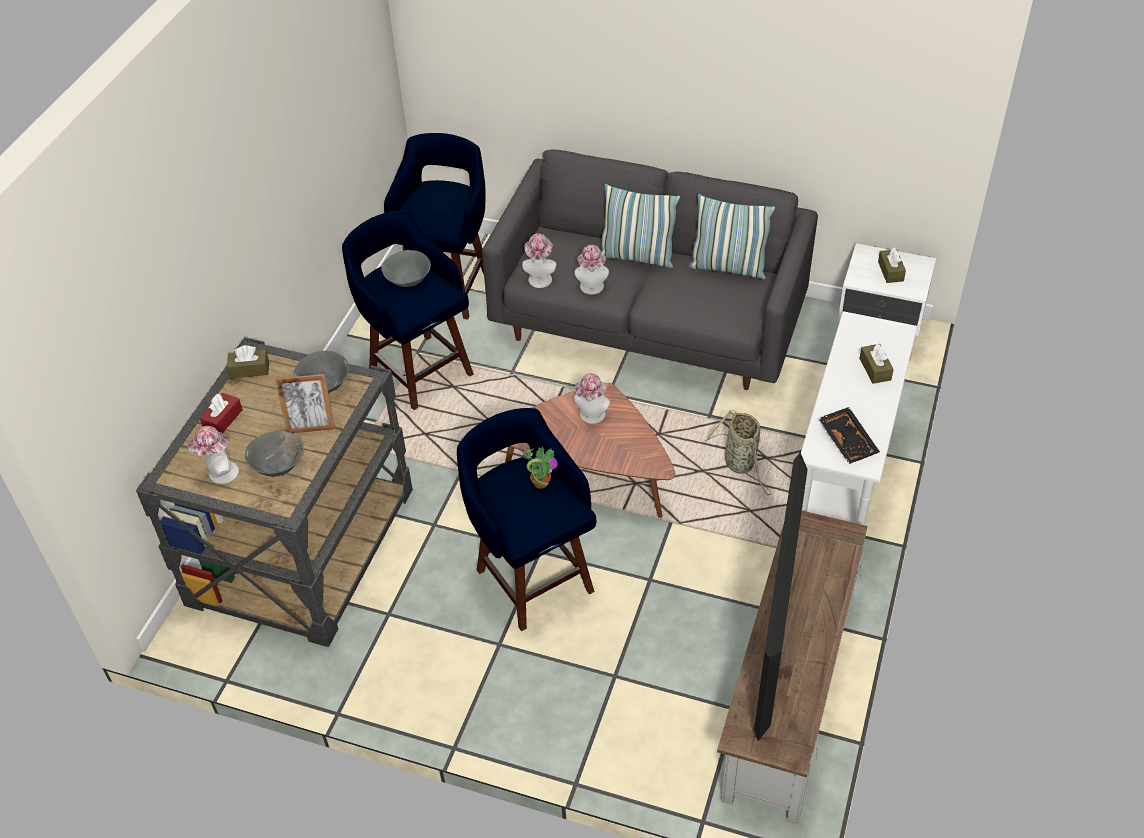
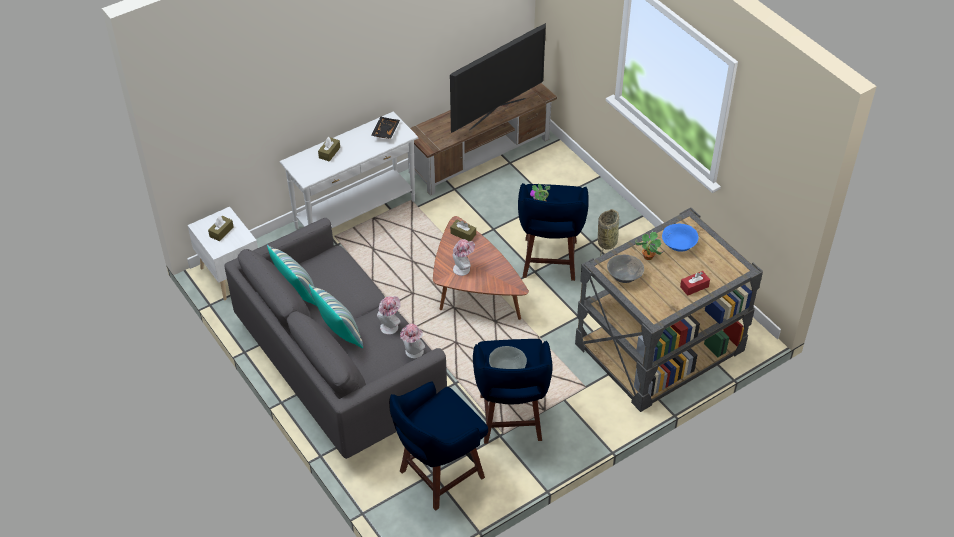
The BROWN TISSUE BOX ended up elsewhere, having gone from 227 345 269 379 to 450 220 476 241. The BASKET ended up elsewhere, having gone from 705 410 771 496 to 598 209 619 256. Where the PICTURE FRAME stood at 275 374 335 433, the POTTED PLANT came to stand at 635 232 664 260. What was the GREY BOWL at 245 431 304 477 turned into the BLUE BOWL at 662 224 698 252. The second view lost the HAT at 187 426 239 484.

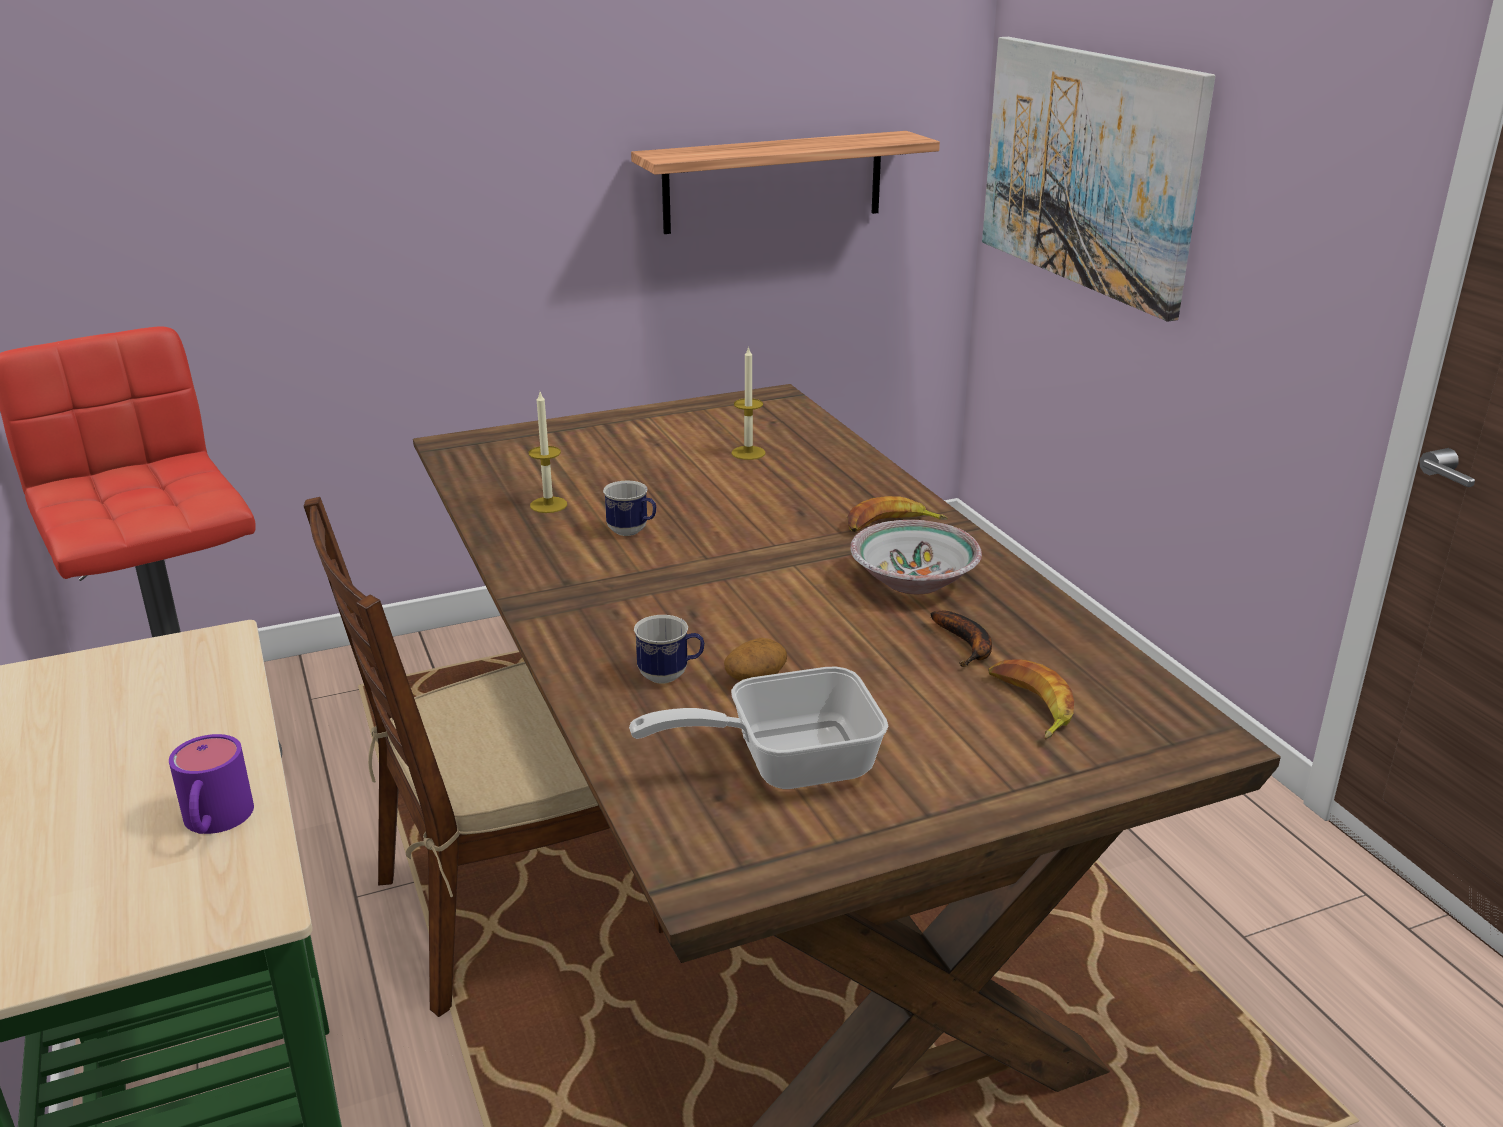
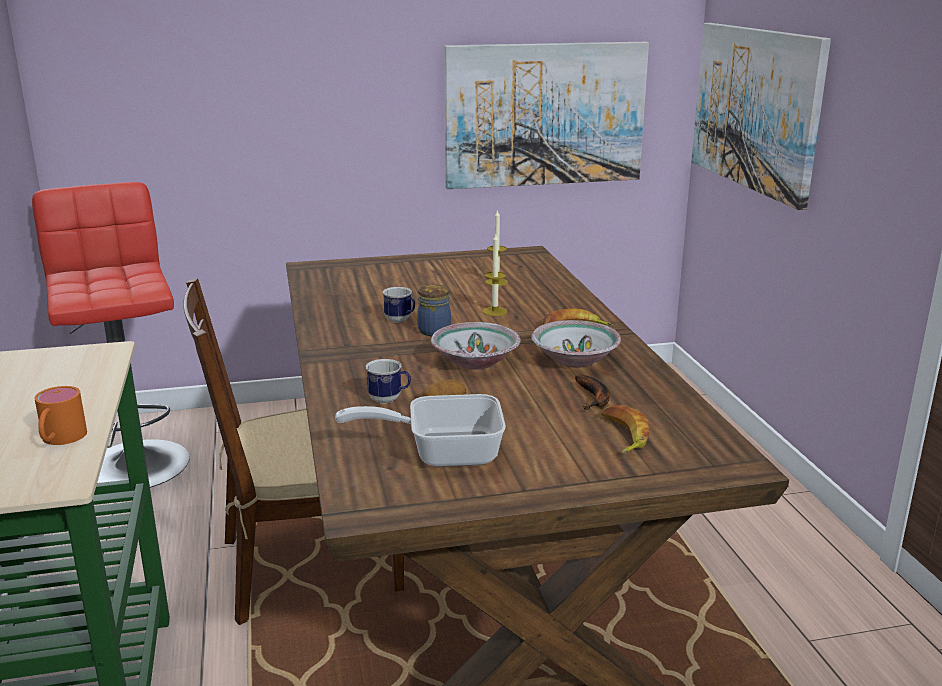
What was the PURPLE MUG at 169 734 254 834 turned into the ORANGE MUG at 34 386 87 445. The second view gained the JAR at 417 285 451 336. The second view gained the BOWL at 431 322 521 370. Where the SHELF hung at 631 131 940 234, the PICTURE came to hang at 444 42 649 189. The CANDLE ended up elsewhere, having gone from 529 392 567 513 to 483 234 507 316.

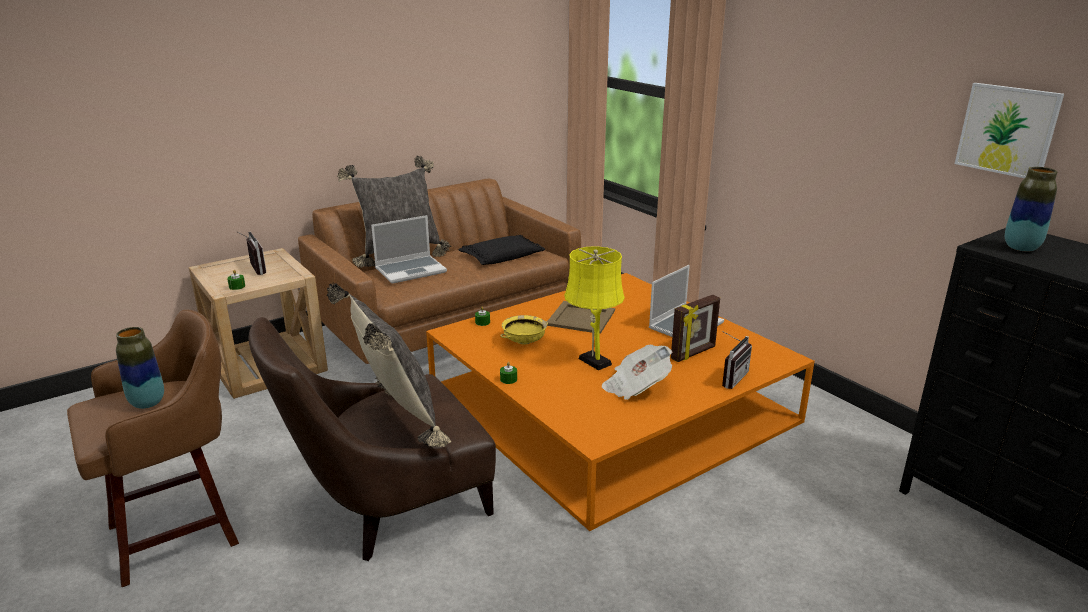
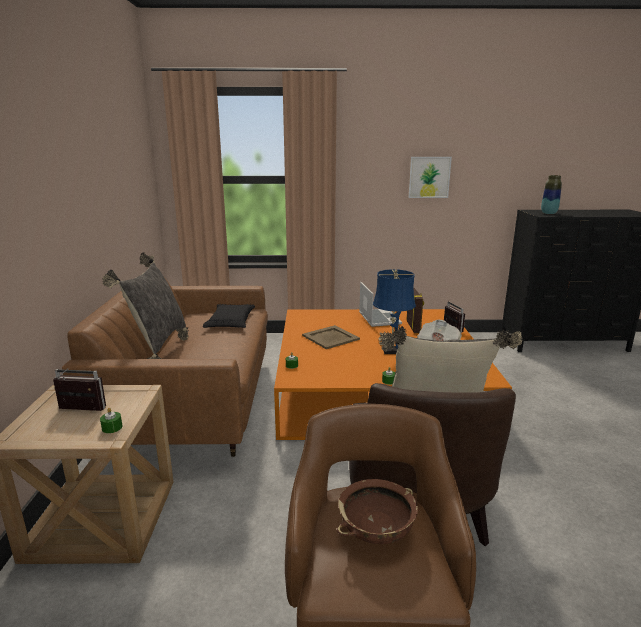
Where the VASE stood at 116 327 164 409, the BROWN BOWL came to stand at 337 479 418 544. What was the YELLOW TABLE LAMP at 564 246 625 370 turned into the BLUE TABLE LAMP at 373 269 416 354. The PICTURE ended up elsewhere, having gone from 955 83 1064 178 to 409 157 452 198. The second view lost the LAPTOP at 371 215 447 284. The second view lost the YELLOW BOWL at 500 315 548 345.

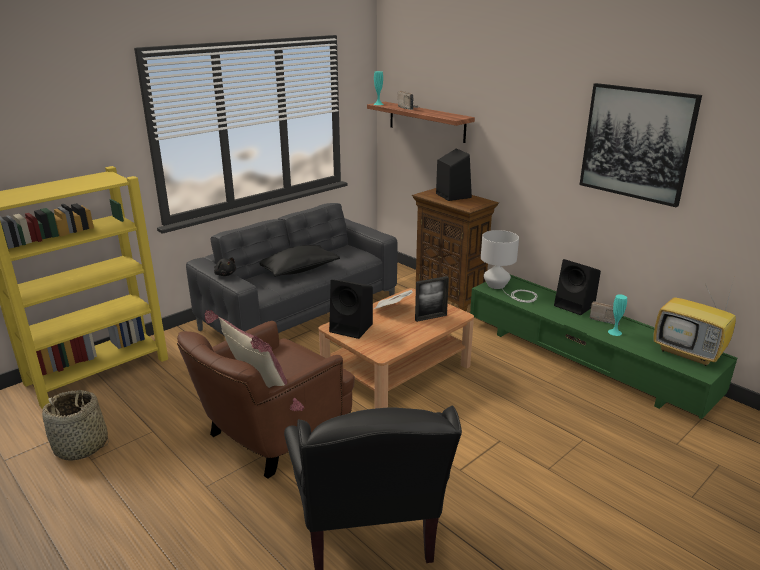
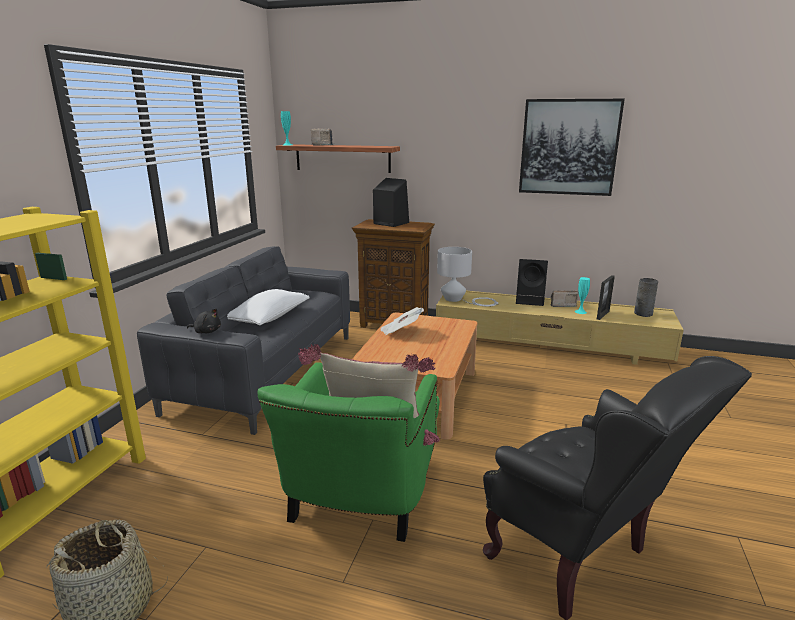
What was the BLACK PILLOW at 259 245 340 277 turned into the WHITE PILLOW at 227 289 310 325. What was the BROWN ARMCHAIR at 177 321 355 479 turned into the GREEN ARMCHAIR at 258 362 440 542. What was the GREEN TV STAND at 470 274 737 419 turned into the BEIGE TV STAND at 436 291 684 365. The PICTURE FRAME ended up elsewhere, having gone from 415 276 449 322 to 597 275 615 320. Where the TELEVISION stood at 653 279 736 366, the GREY VASE came to stand at 634 278 658 317. The second view lost the BLACK SPEAKER at 329 280 373 339.

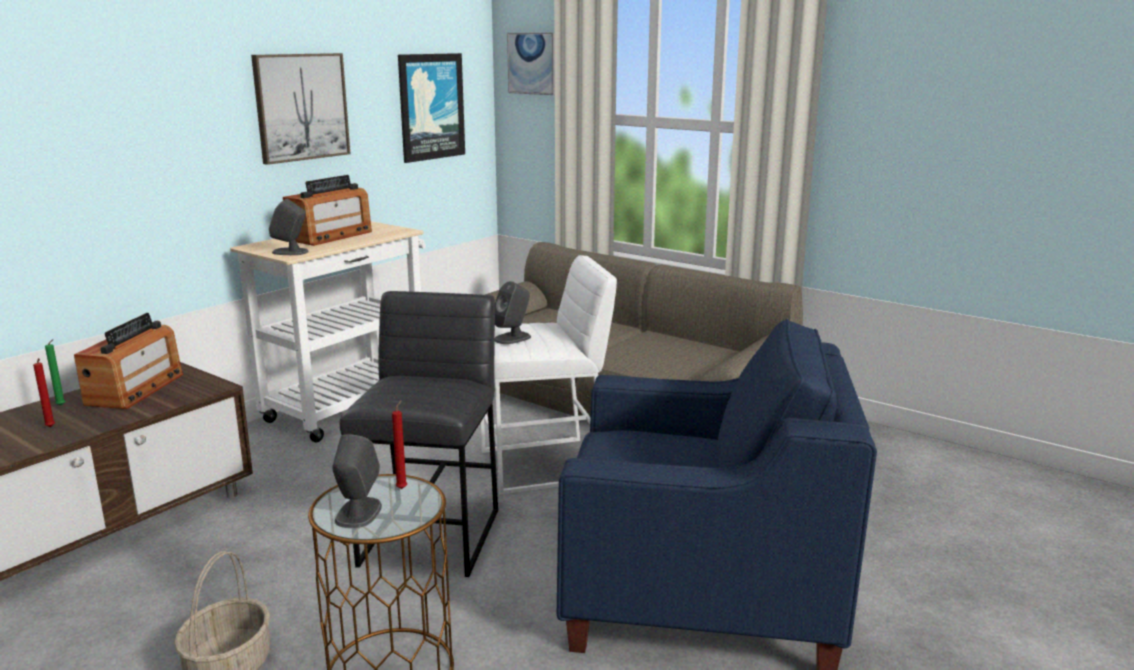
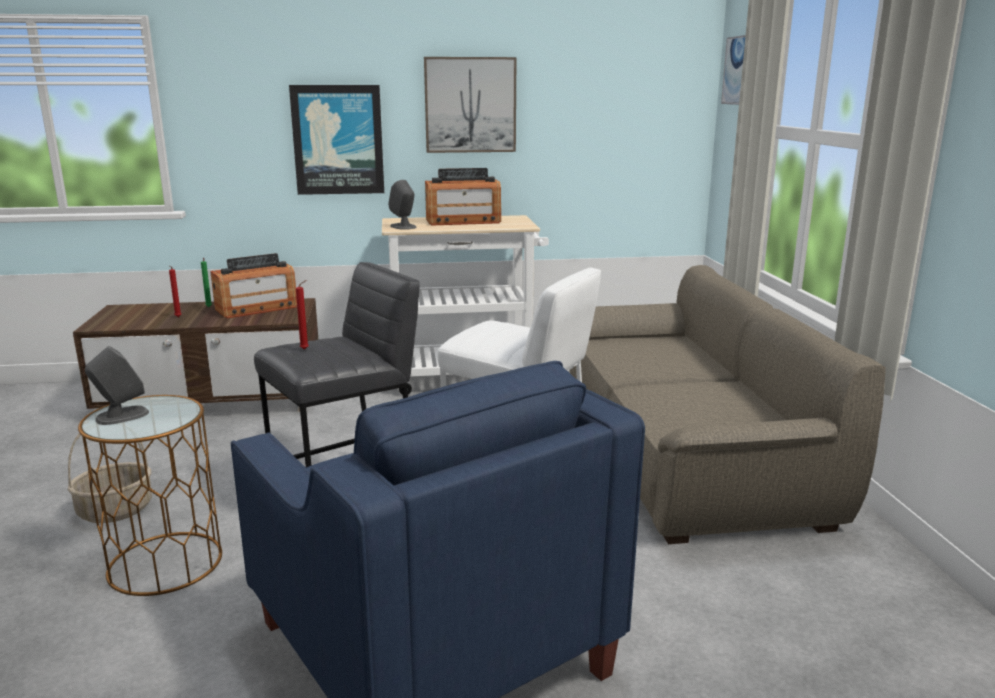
The PICTURE ended up elsewhere, having gone from 398 53 465 163 to 289 85 384 195. The RED CANDLE ended up elsewhere, having gone from 392 400 407 489 to 296 280 309 350. The second view lost the GREY SPEAKER at 494 281 531 344.

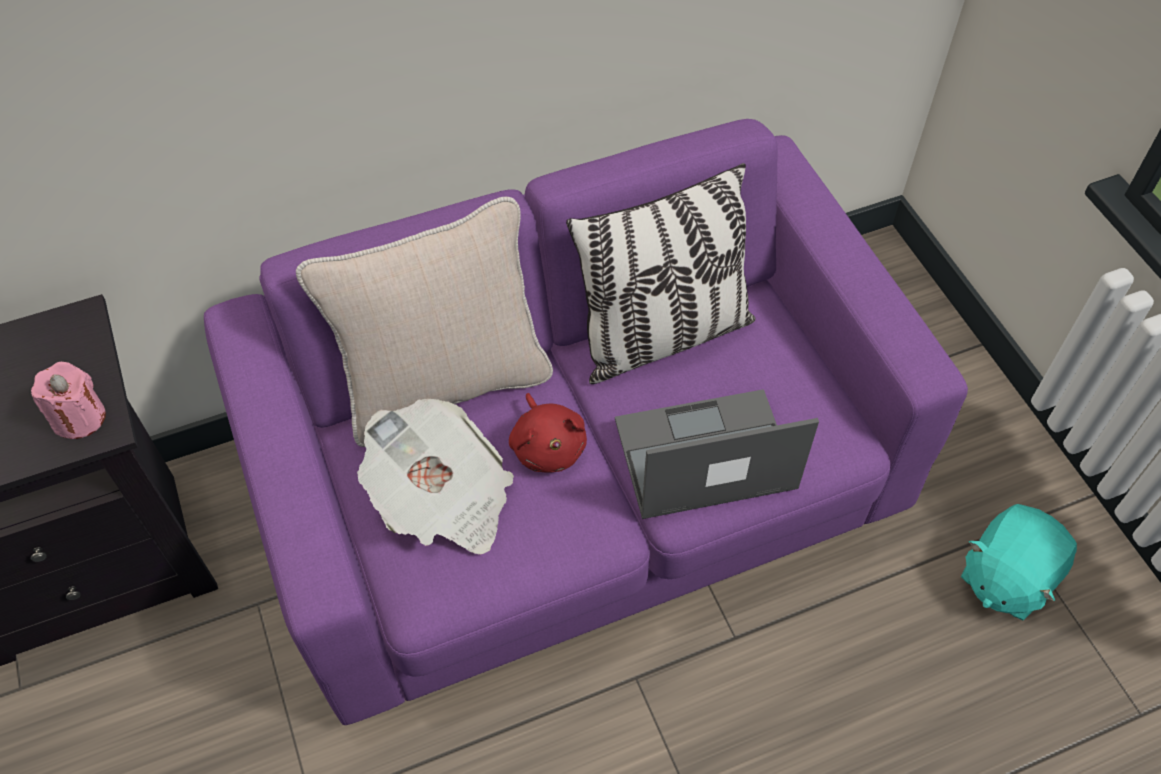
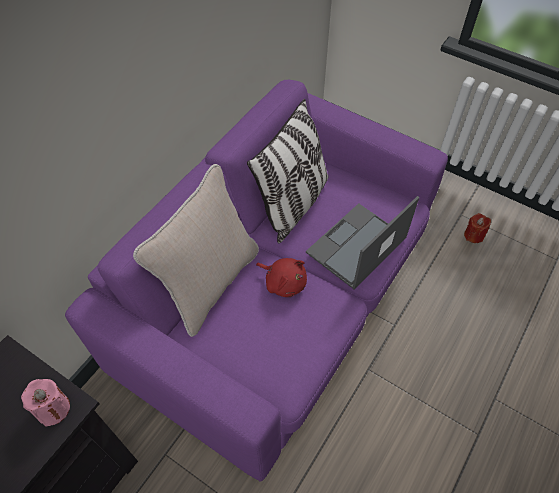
Where the TURQUOISE PLUSH TOY stood at 961 504 1077 620, the RED CANDLE came to stand at 464 213 491 243. The second view lost the NEWSPAPER at 357 399 514 555.

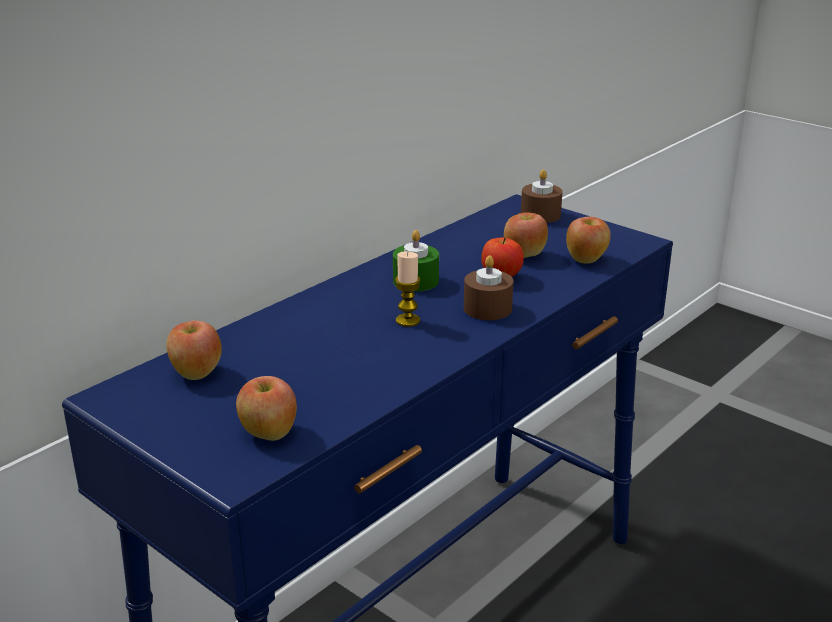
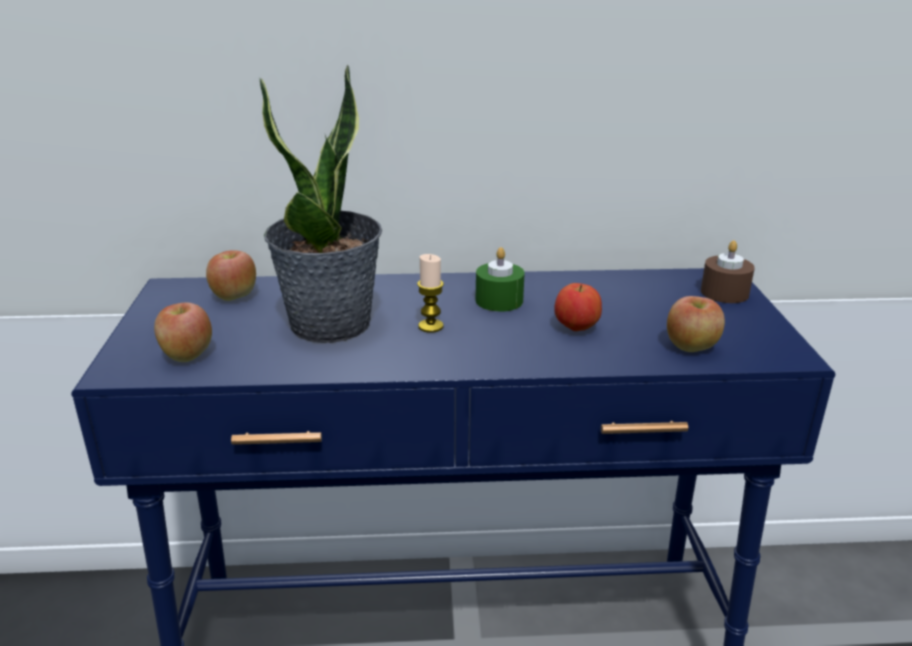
The second view gained the POTTED PLANT at 260 64 382 343. The second view lost the BROWN CANDLE at 464 255 514 320. The second view lost the APPLE at 504 212 548 258.

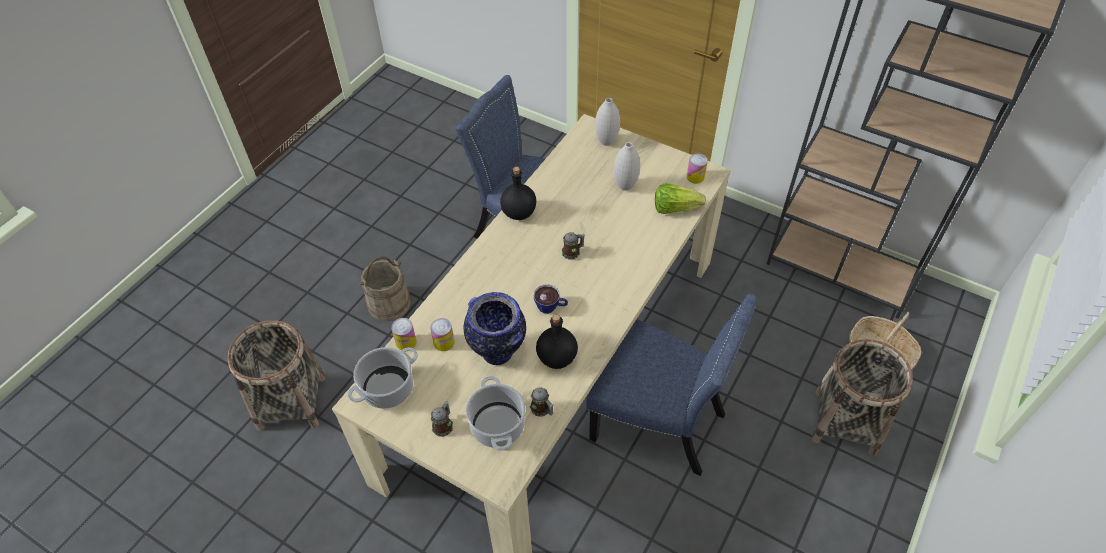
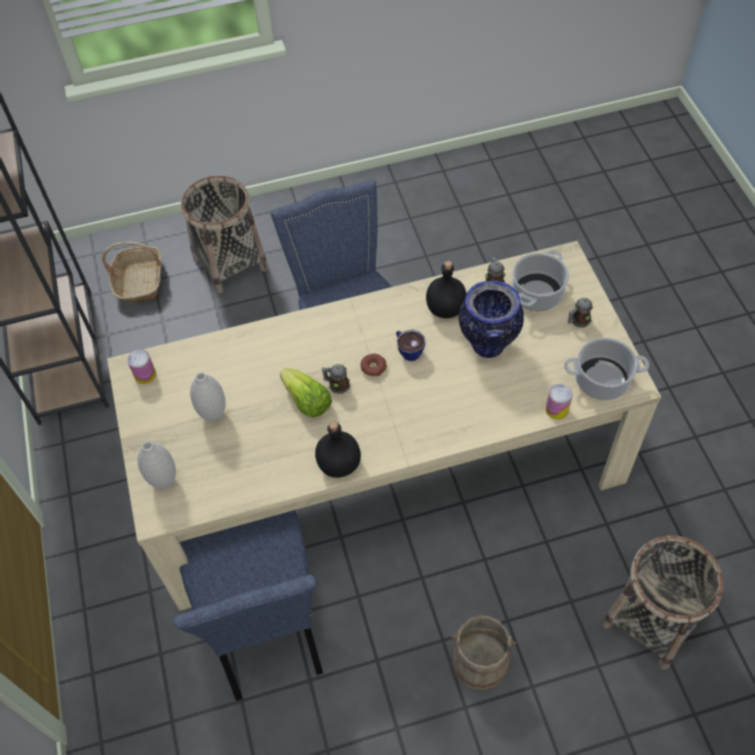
The LETTUCE ended up elsewhere, having gone from 655 183 706 214 to 280 368 332 418. The second view gained the DONUT at 360 354 387 376. The second view lost the CAN at 430 318 455 351.

